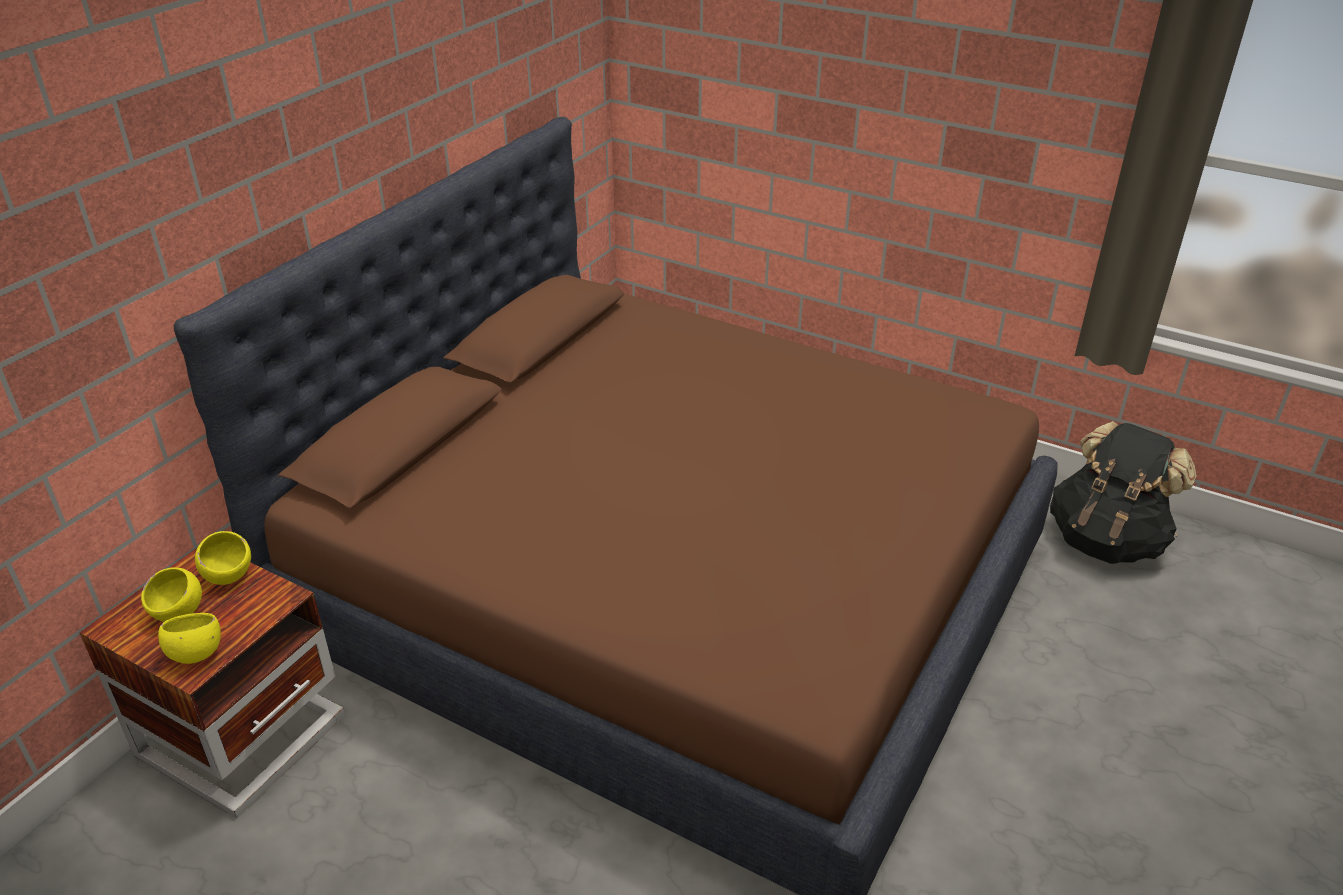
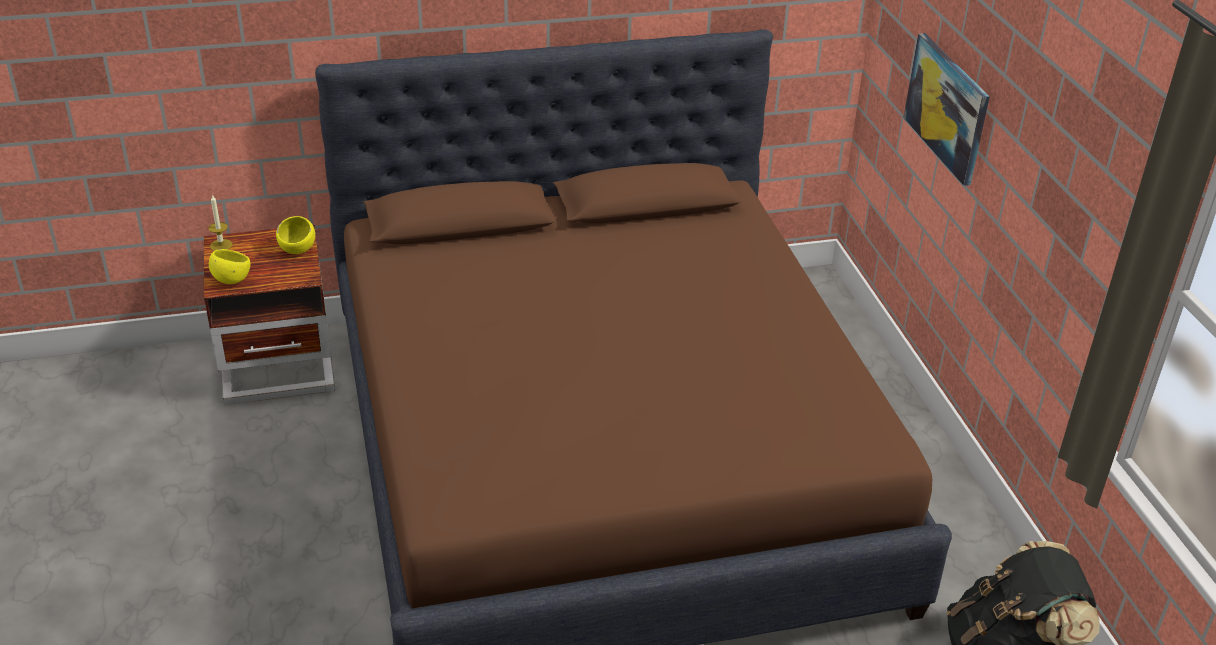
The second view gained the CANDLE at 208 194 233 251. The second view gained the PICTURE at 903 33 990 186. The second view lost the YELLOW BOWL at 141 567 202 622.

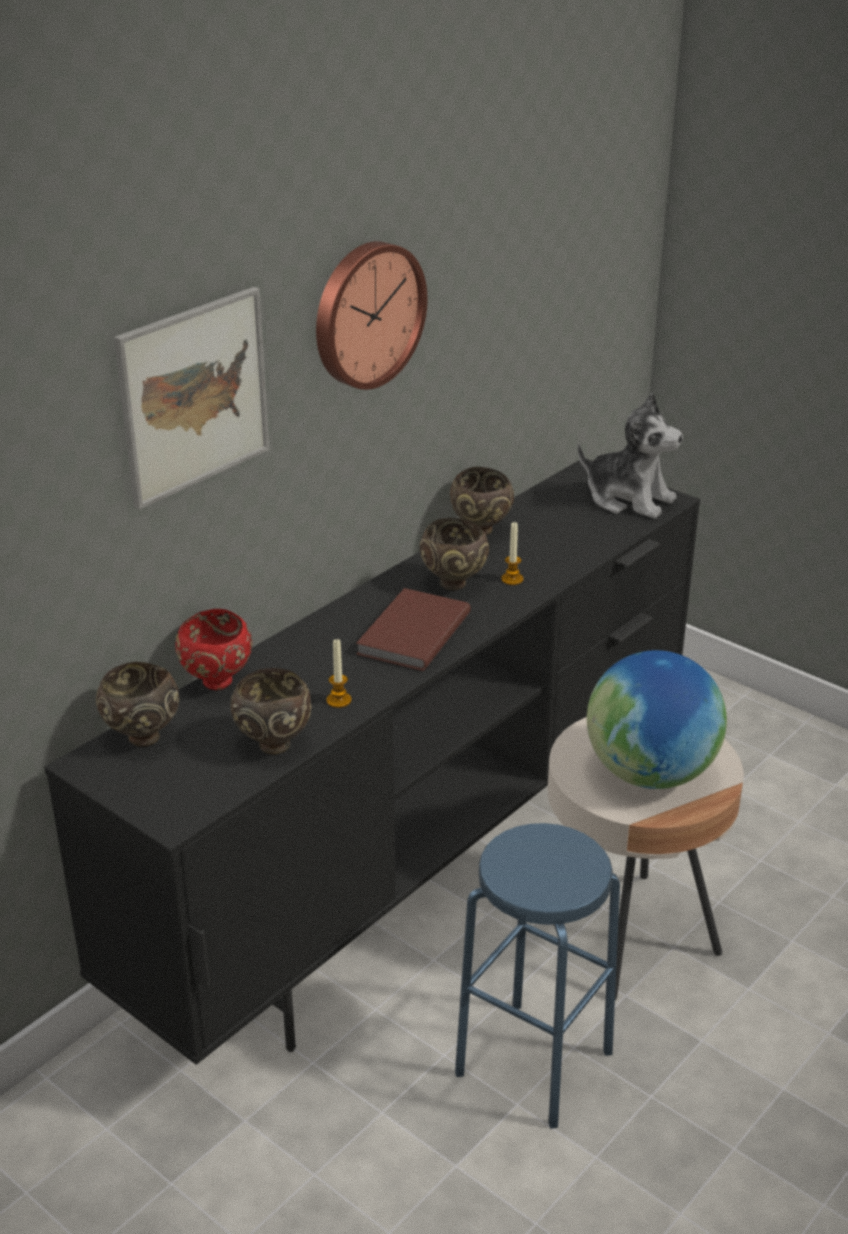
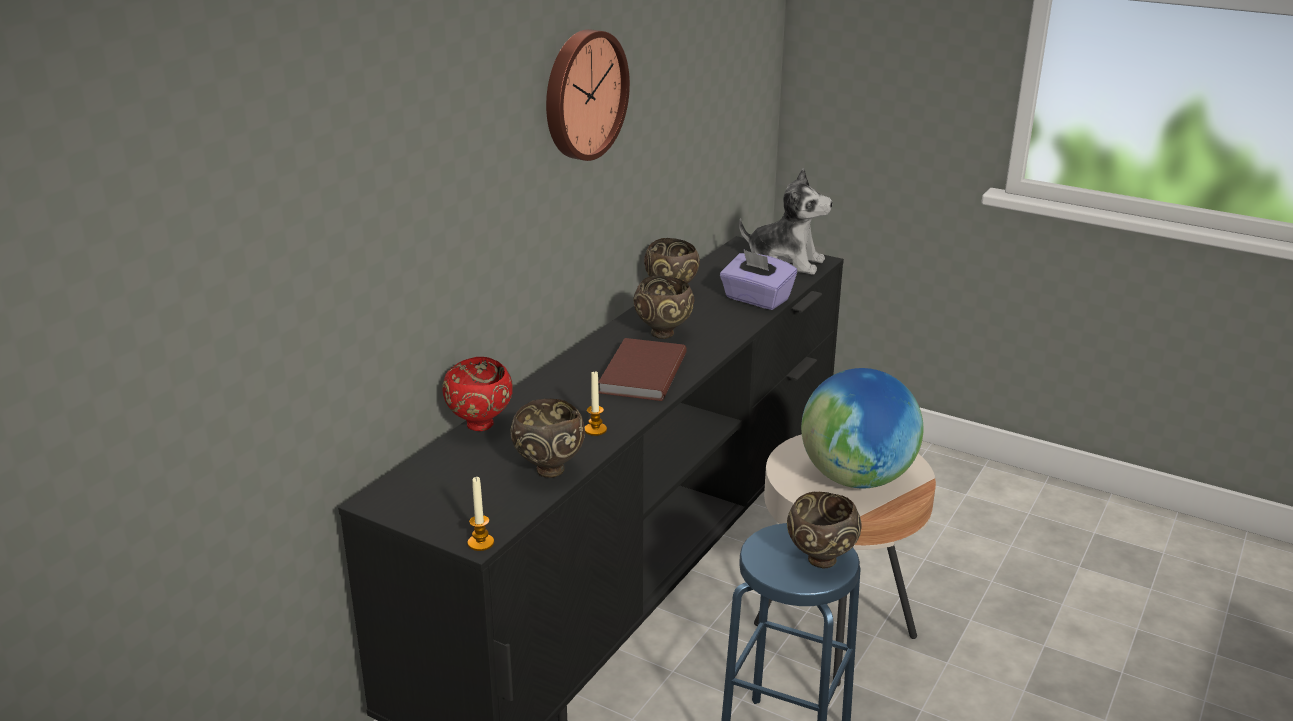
The CANDLE ended up elsewhere, having gone from 501 522 523 585 to 468 477 494 551. The second view gained the PURPLE TISSUE BOX at 720 249 797 310. The BROWN BOWL ended up elsewhere, having gone from 96 662 179 747 to 787 492 862 568. The second view lost the PICTURE at 114 287 269 510.

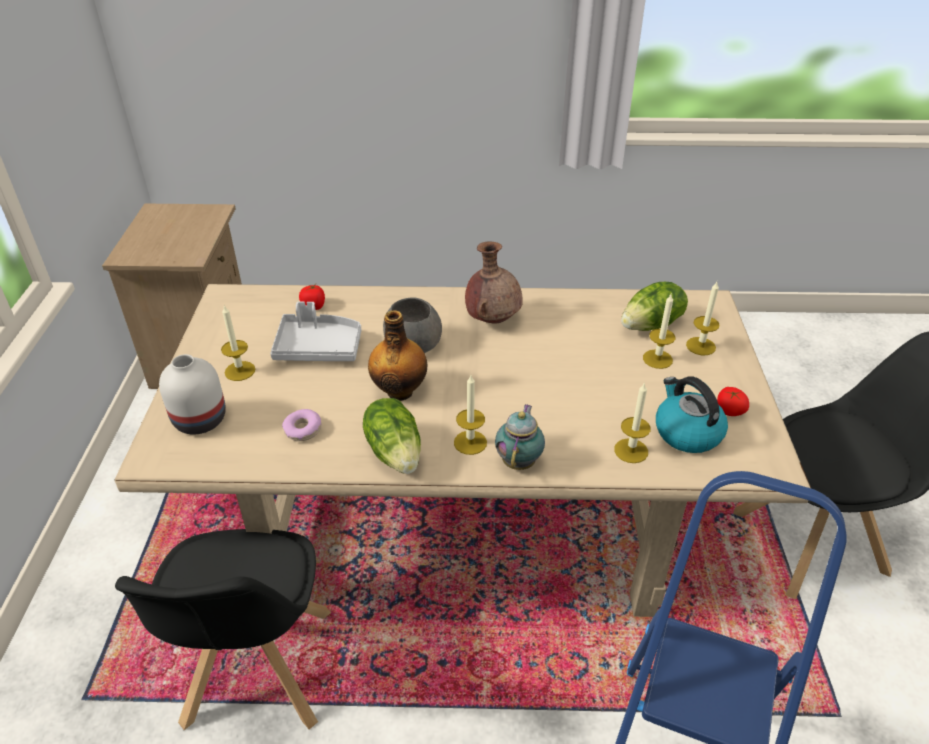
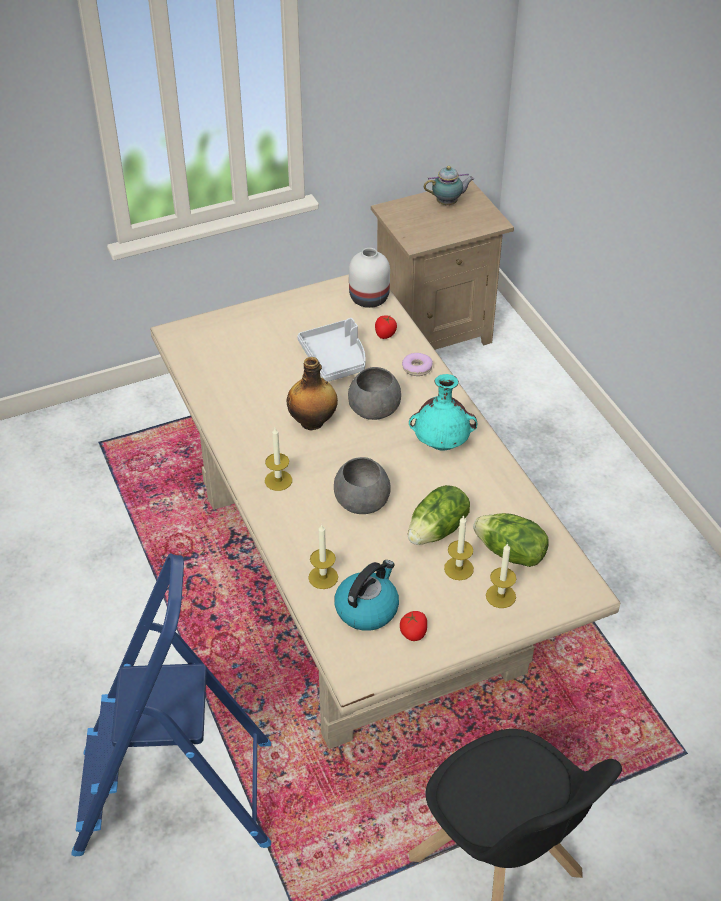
The second view gained the GREY BOWL at 334 457 391 514. The WHITE VASE ended up elsewhere, having gone from 159 354 226 435 to 349 248 390 308. The DONUT ended up elsewhere, having gone from 282 409 322 441 to 402 353 433 376. The LETTUCE ended up elsewhere, having gone from 363 398 421 474 to 408 485 470 545. What was the BROWN VASE at 465 241 523 324 turned into the TURQUOISE VASE at 409 374 477 451. The TEAPOT ended up elsewhere, having gone from 495 404 545 470 to 424 166 474 205. The second view lost the BLACK CHAIR at 115 529 332 730. The second view lost the CANDLE at 221 305 255 381.

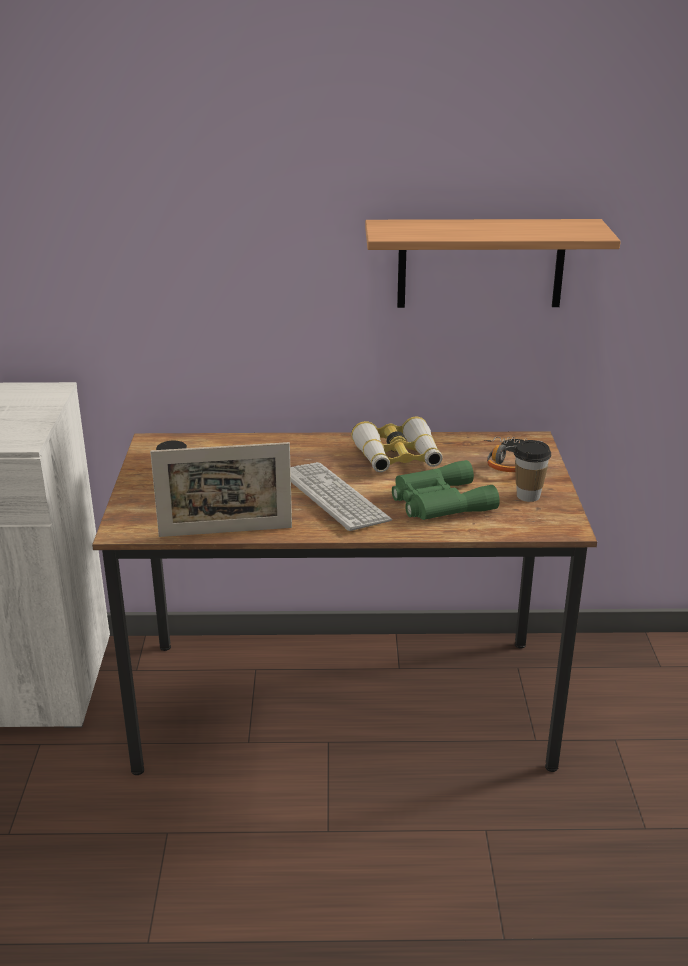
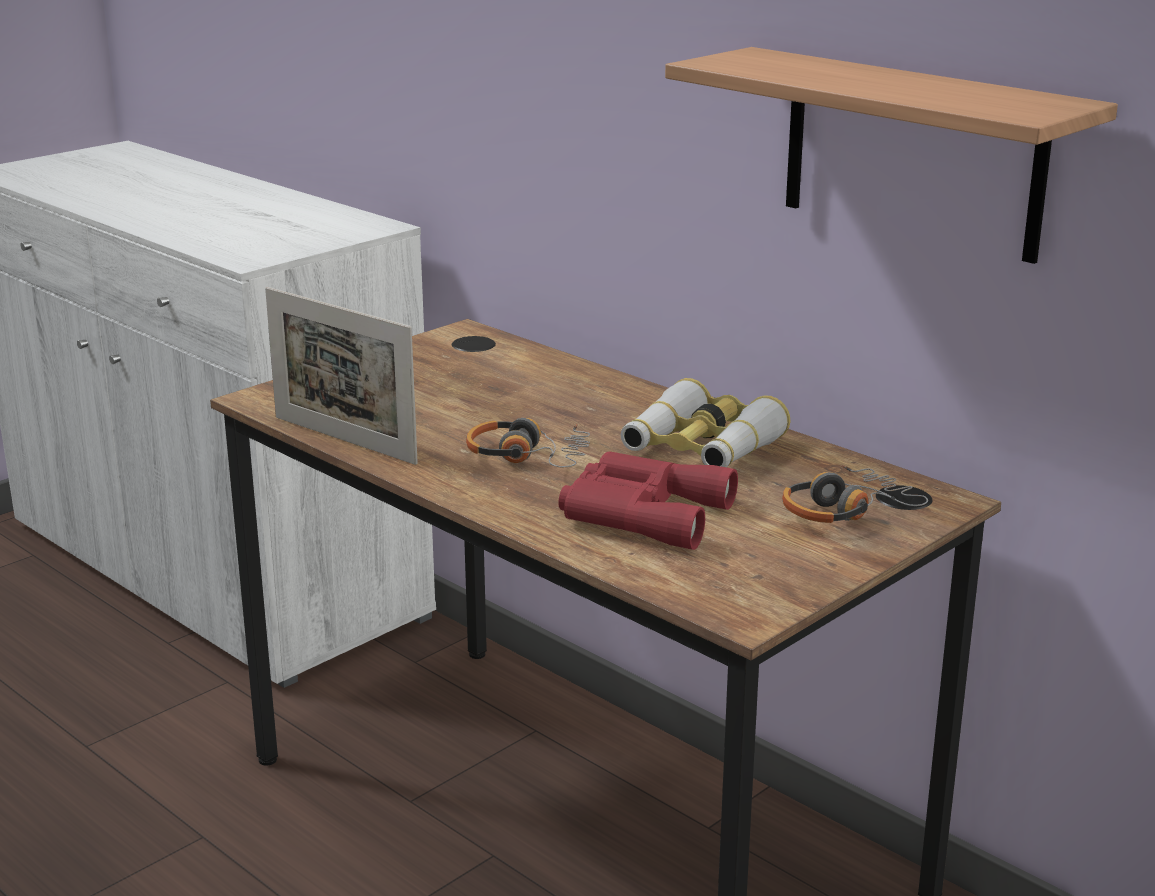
Where the KEYBOARD stood at 290 462 392 531, the HEADPHONES came to stand at 466 418 590 467. What was the GREEN BINOCULARS at 392 460 500 520 turned into the RED BINOCULARS at 558 451 738 550. The second view lost the CUP at 514 440 551 502.

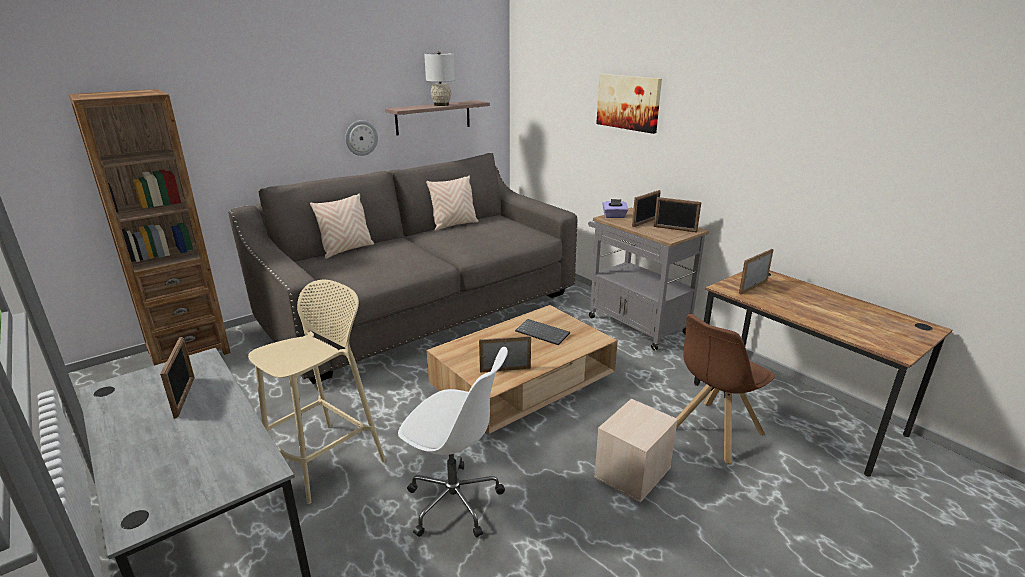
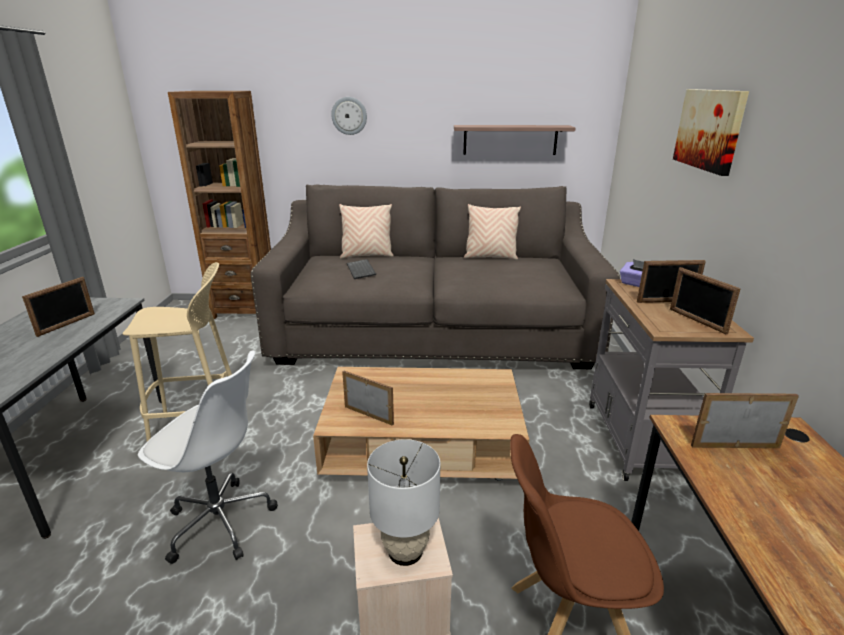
The WHITE OFFICE CHAIR at 398 347 508 538 ended up facing another way, 45 degrees counterclockwise from before. The WALL CLOCK ended up elsewhere, having gone from 345 120 378 156 to 331 97 367 135. The KEYBOARD ended up elsewhere, having gone from 515 319 570 345 to 347 259 376 279. The WHITE TABLE LAMP ended up elsewhere, having gone from 424 51 455 106 to 367 439 440 566.

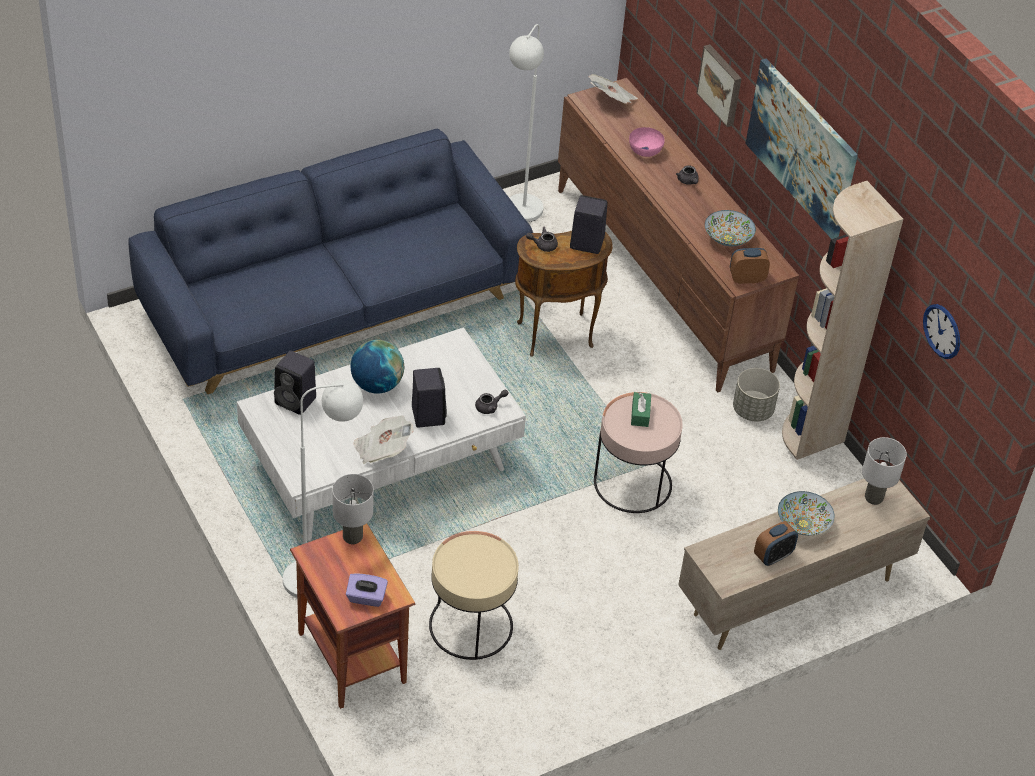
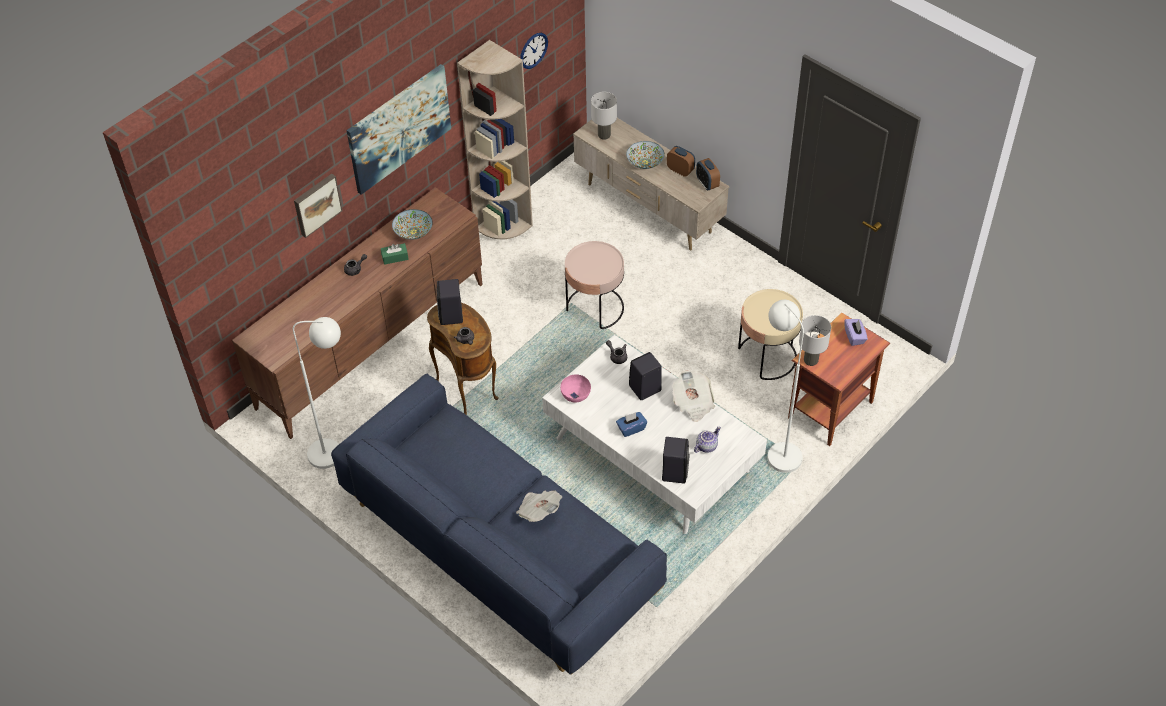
The GREEN TISSUE BOX ended up elsewhere, having gone from 631 392 651 427 to 381 243 409 265. The NEWSPAPER ended up elsewhere, having gone from 589 74 638 104 to 516 490 562 522. The PINK BOWL ended up elsewhere, having gone from 629 127 665 157 to 560 374 591 403. Where the GLOBE stood at 351 340 404 394, the BLUE TISSUE BOX came to stand at 616 412 647 437. The second view gained the TEAPOT at 694 427 721 453. The ALARM CLOCK ended up elsewhere, having gone from 730 248 770 284 to 696 158 720 190. The second view lost the GREY PLANTER at 733 368 780 421.

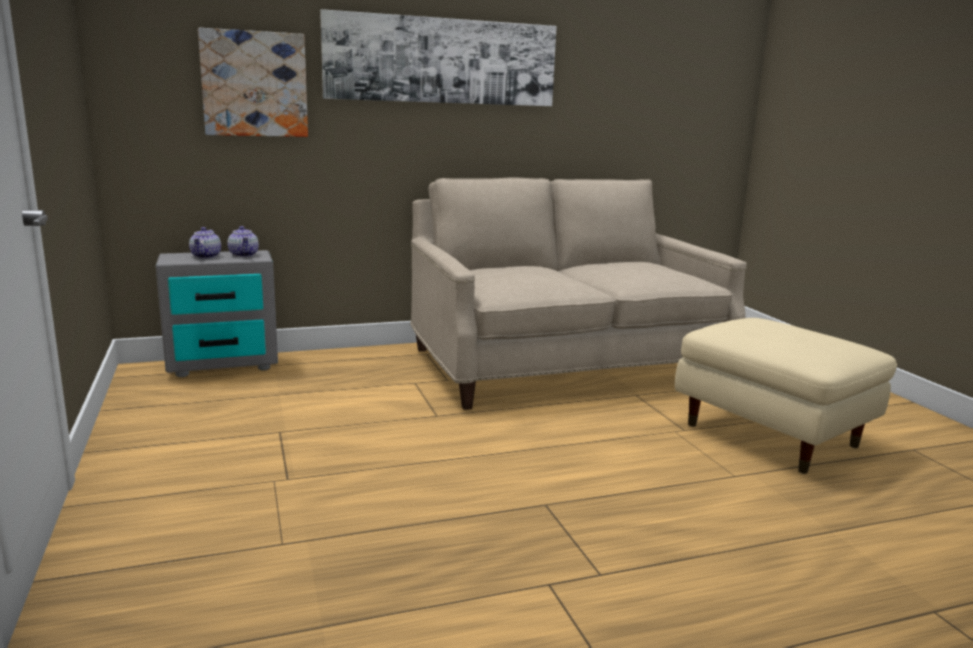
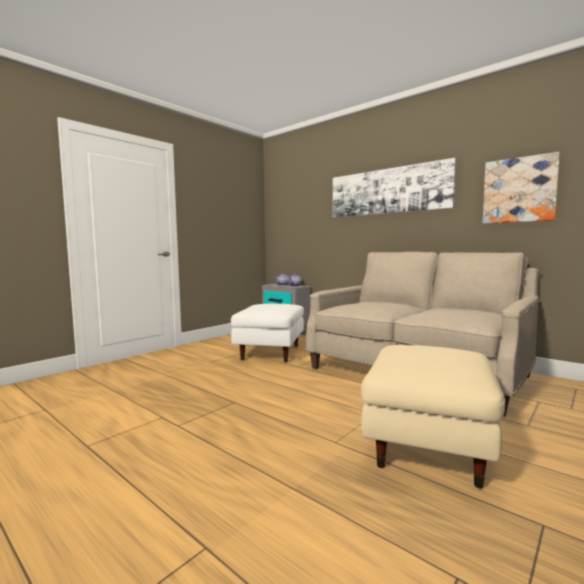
The second view gained the WHITE OTTOMAN at 231 304 304 363. The PICTURE ended up elsewhere, having gone from 198 28 308 137 to 482 152 560 224.

